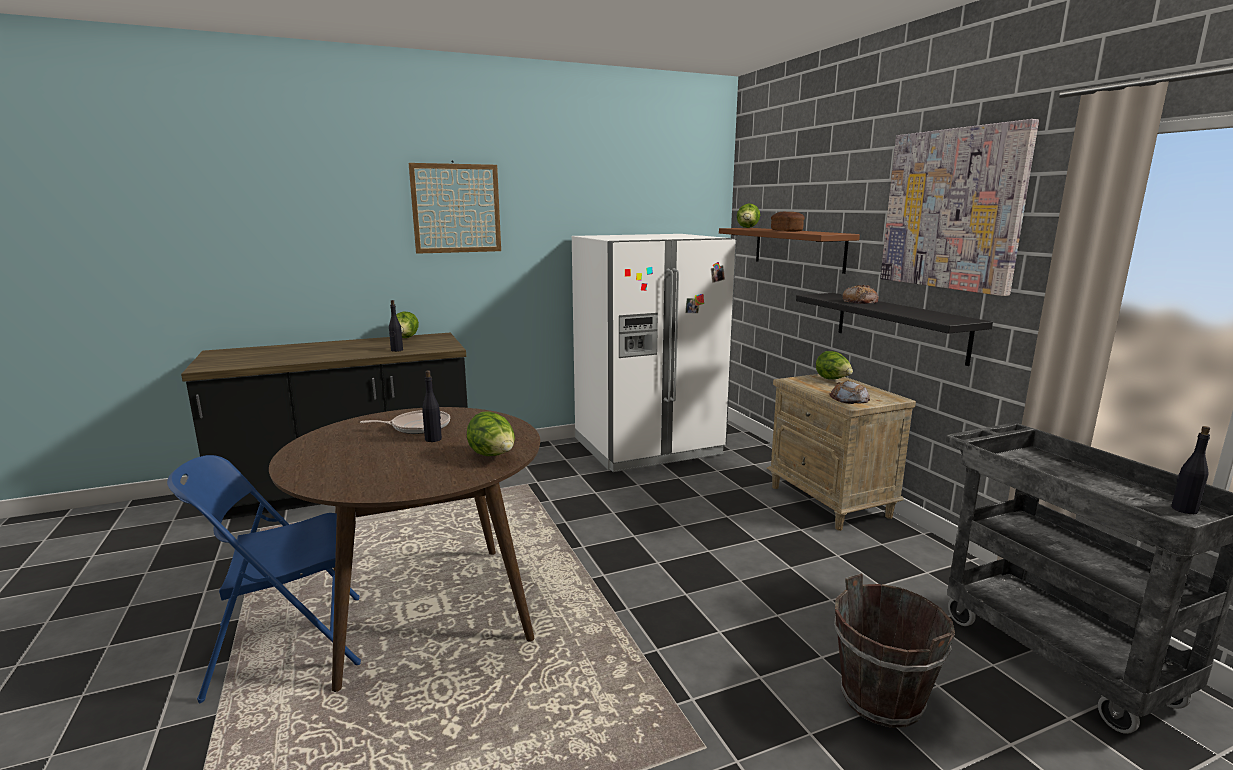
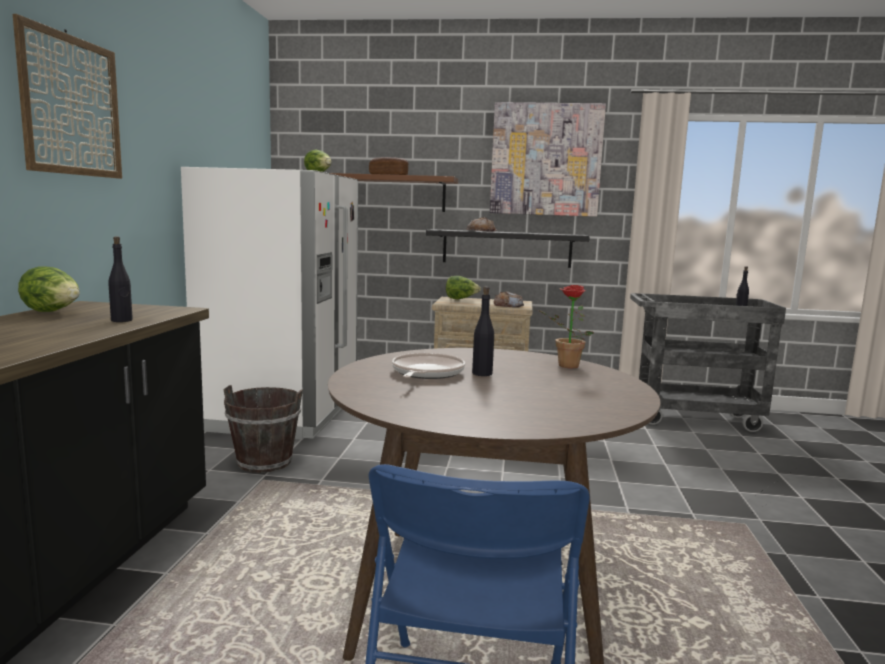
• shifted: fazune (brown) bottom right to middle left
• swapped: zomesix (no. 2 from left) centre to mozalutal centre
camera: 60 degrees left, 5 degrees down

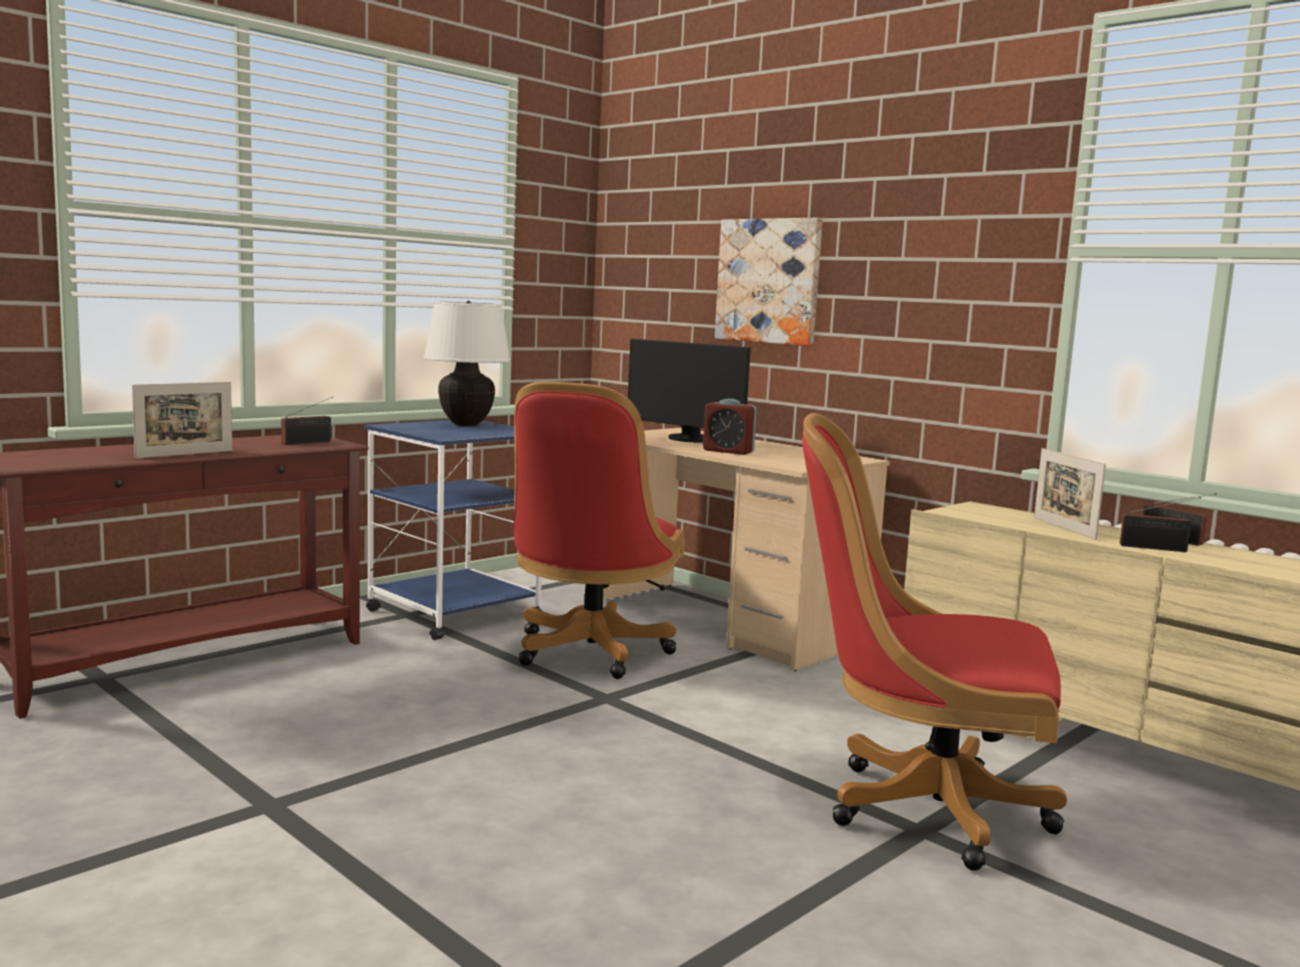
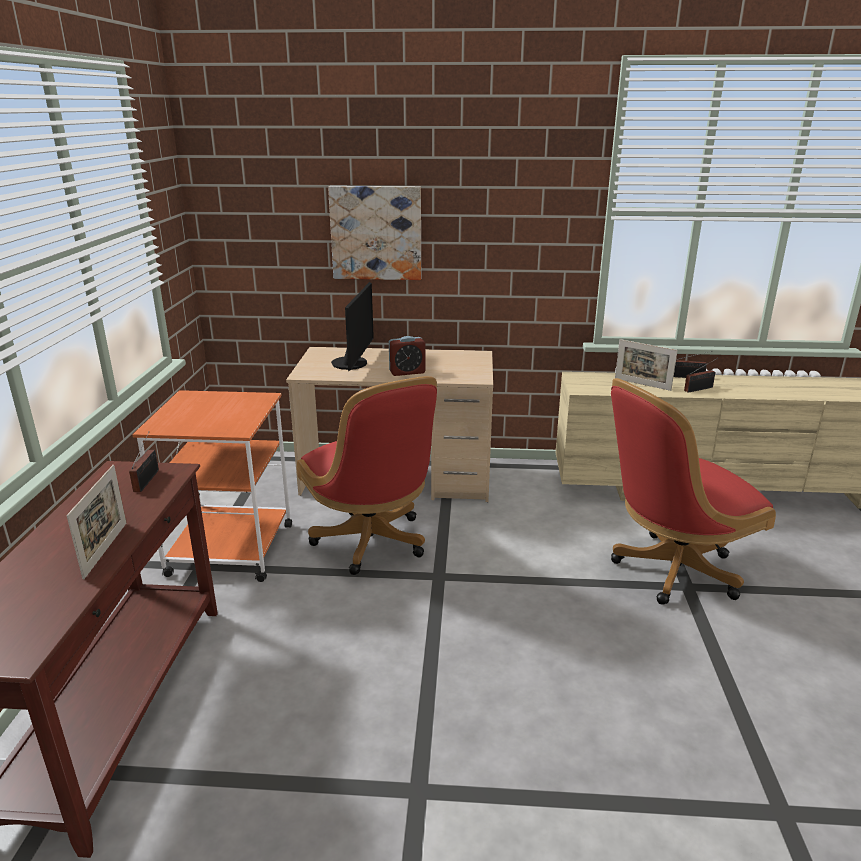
• repainted: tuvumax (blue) centre to tuvumax (orange) middle left
• rotated: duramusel centre = centre 75 degrees counterclockwise
• gone: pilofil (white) centre
camera: 40 degrees left, 15 degrees up

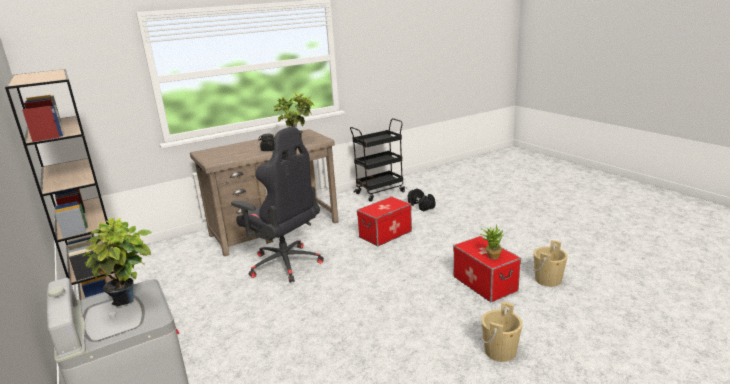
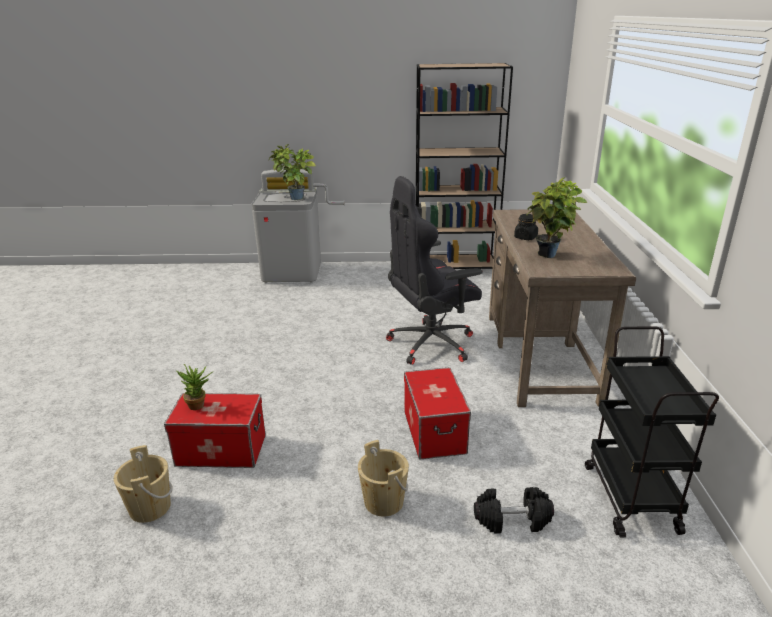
• shifted: fazune (beige) (no. 1 from left in the first image) bottom right to fazune (beige) (no. 2 from left) bottom centre
camera: 120 degrees right, 5 degrees up

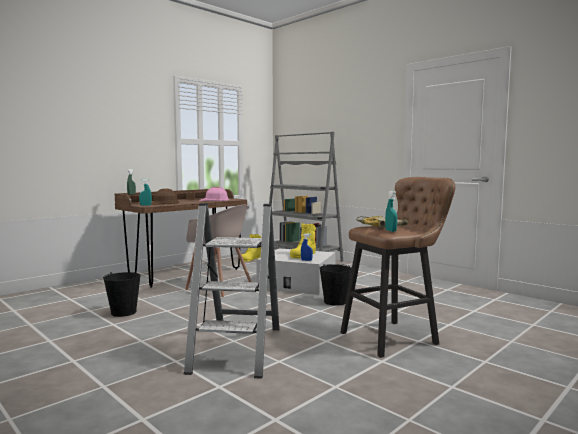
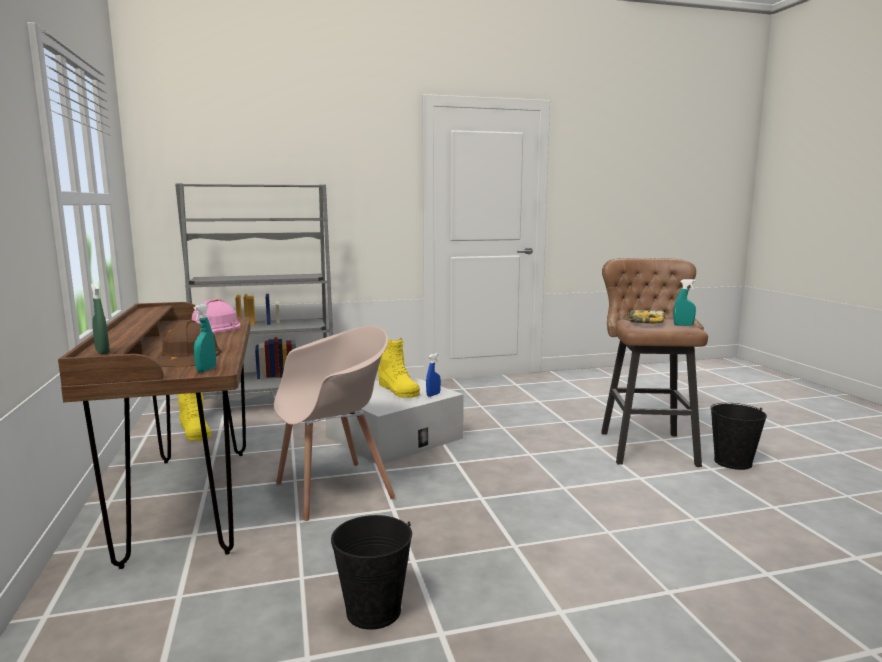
• shifted: fazune (black) (no. 2 from left) centre to middle right
• gone: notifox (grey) bottom centre
camera: 60 degrees left, 5 degrees up

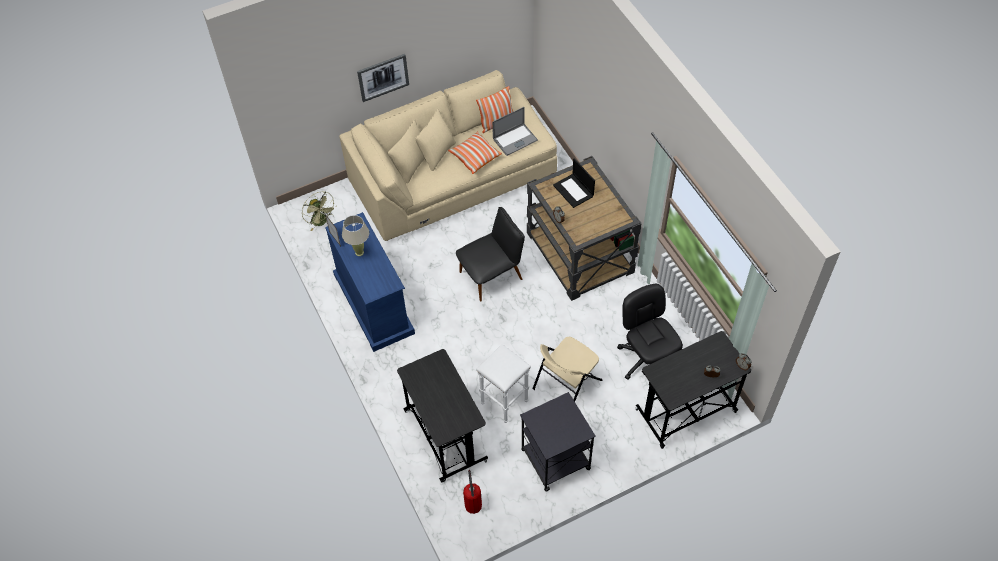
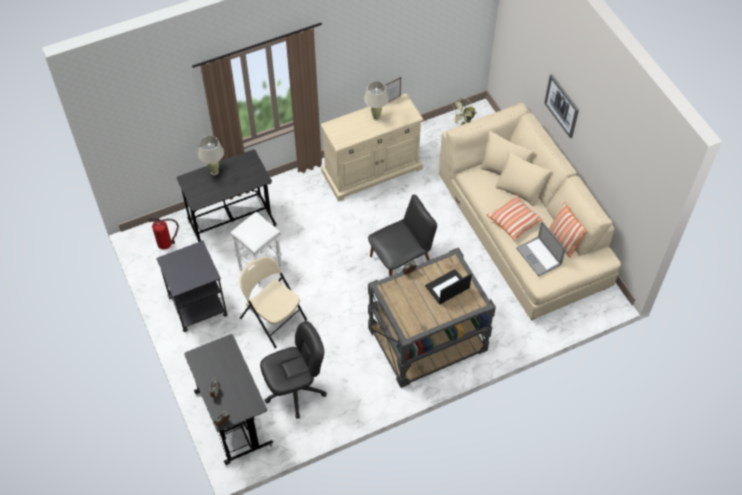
• new: pilofil (beige) (no. 1 from left) top left
• repainted: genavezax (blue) centre to genavezax (beige) top centre
• rotated: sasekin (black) centre = centre 90 degrees counterclockwise
camera: 90 degrees right, 0 degrees up

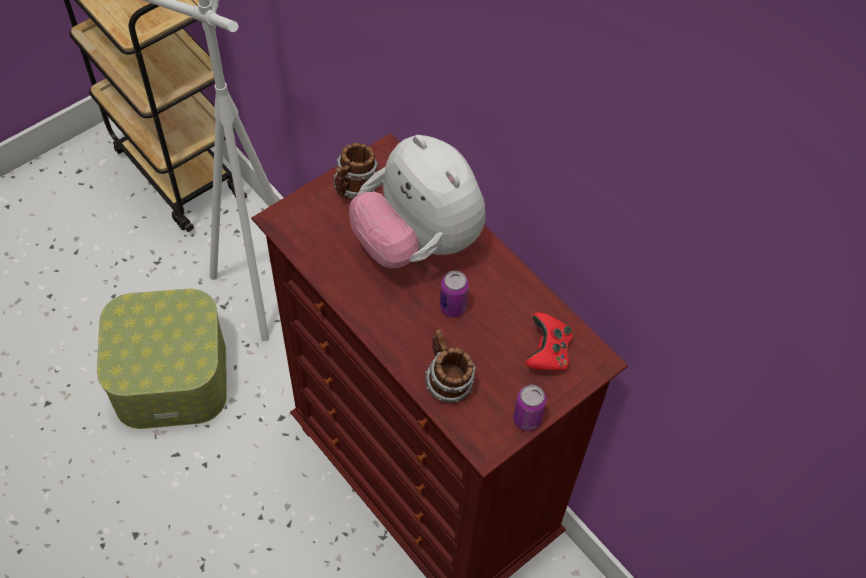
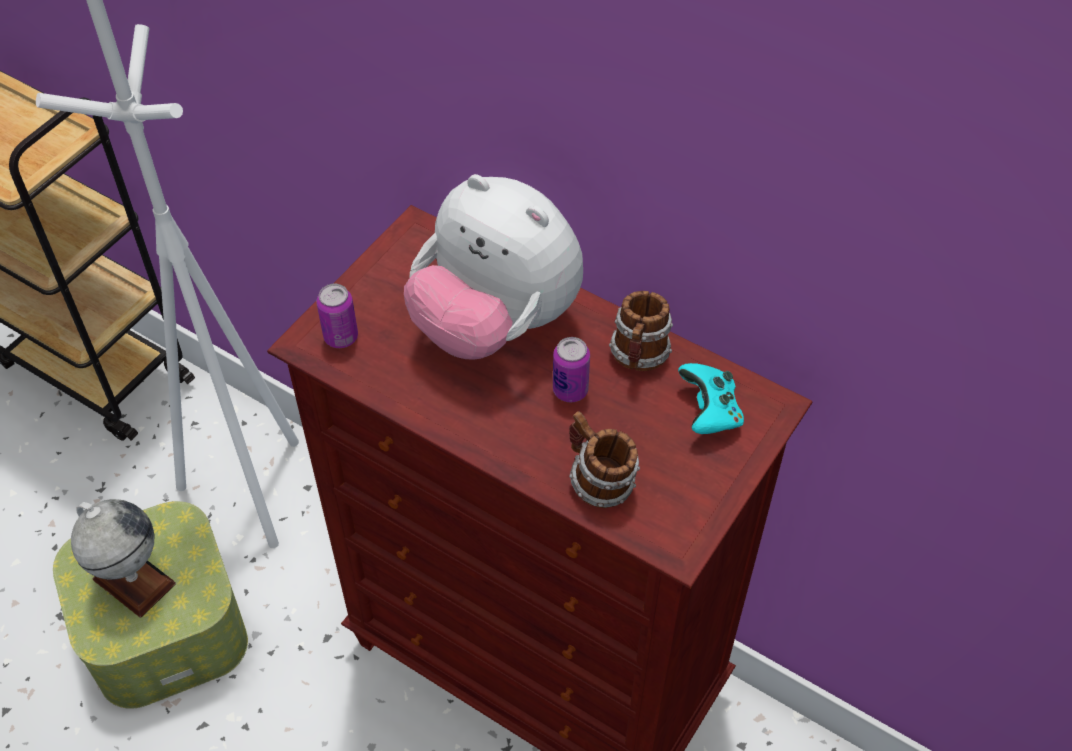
• new: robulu bottom left
• shifted: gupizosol (no. 2 from left in the first image) bottom centre to gupizosol (no. 1 from left) middle left
• shifted: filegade (no. 1 from left in the first image) top centre to filegade (no. 2 from left) centre
• repainted: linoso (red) centre to linoso (turquoise) centre
camera: 15 degrees left, 5 degrees down

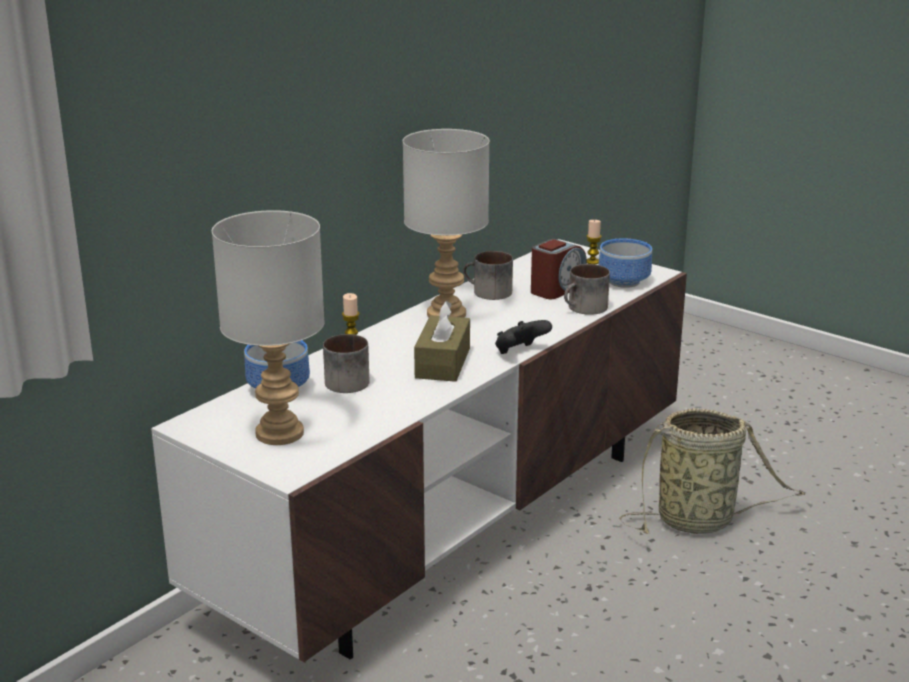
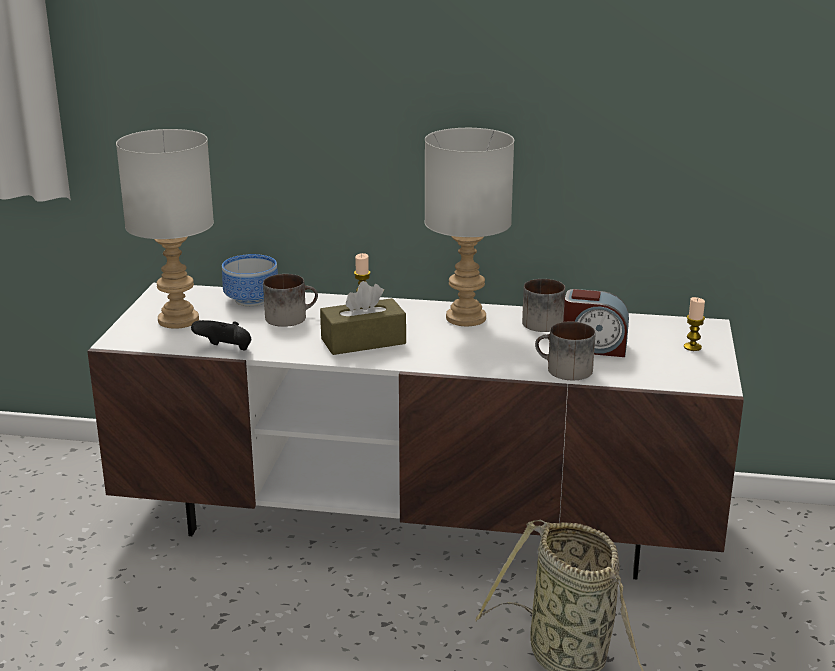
• shifted: linoso (black) centre to middle left
• gone: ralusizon (no. 2 from left) middle right
camera: 60 degrees right, 0 degrees up

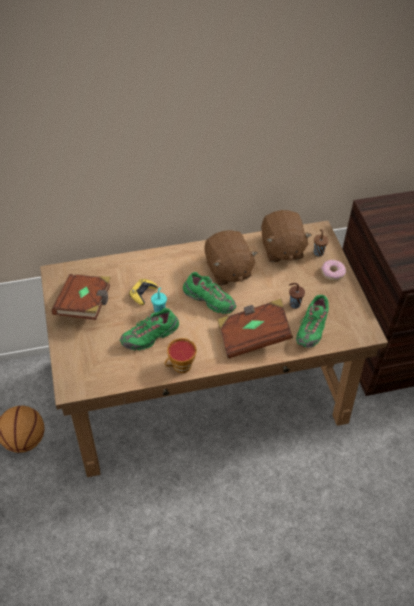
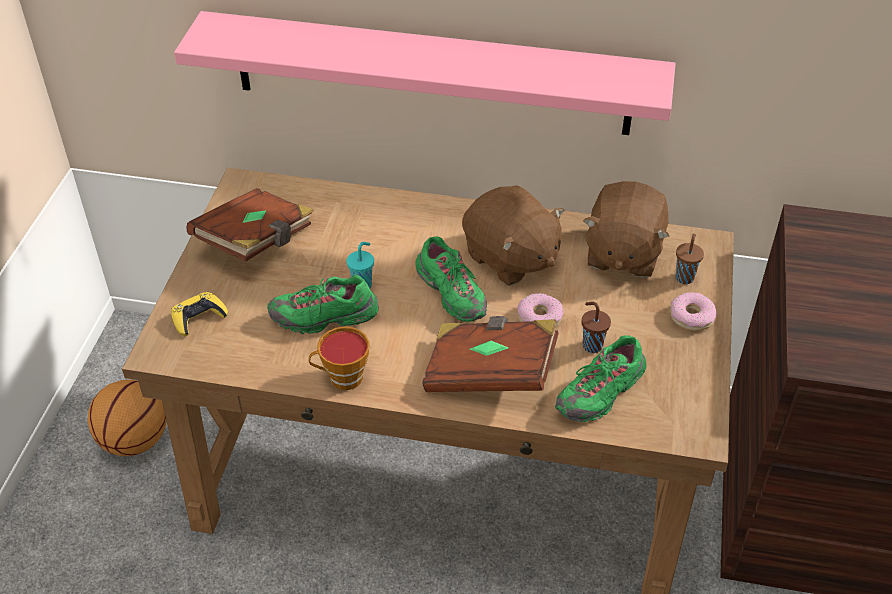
• shifted: linoso (yellow) centre to middle left
• new: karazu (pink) top centre
• rotated: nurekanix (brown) (no. 1 from left) centre = centre 45 degrees counterclockwise
• new: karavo (no. 1 from left) centre
camera: 25 degrees right, 5 degrees down

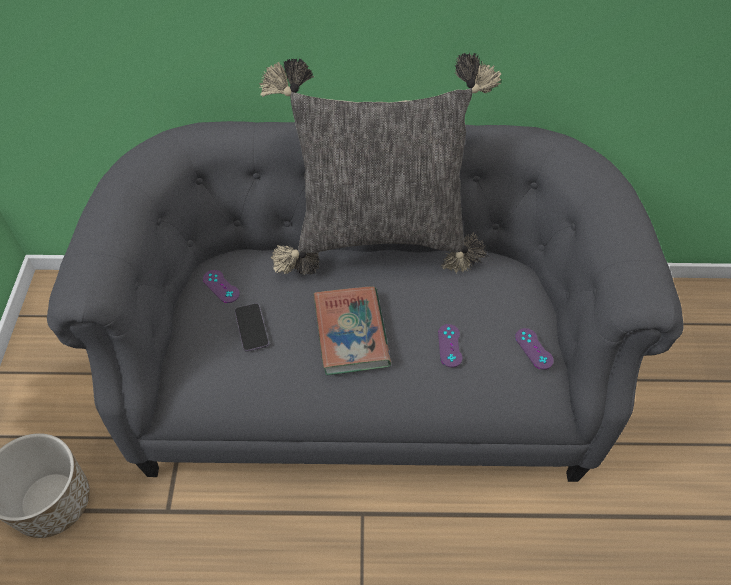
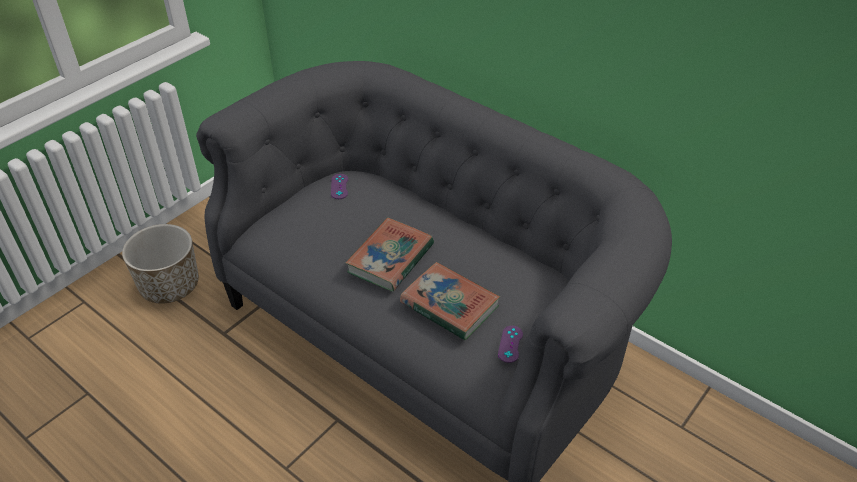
• swapped: linoso (purple) (no. 2 from left) centre to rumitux (no. 2 from left) centre
• gone: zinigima centre
• gone: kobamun top centre
camera: 40 degrees right, 10 degrees down

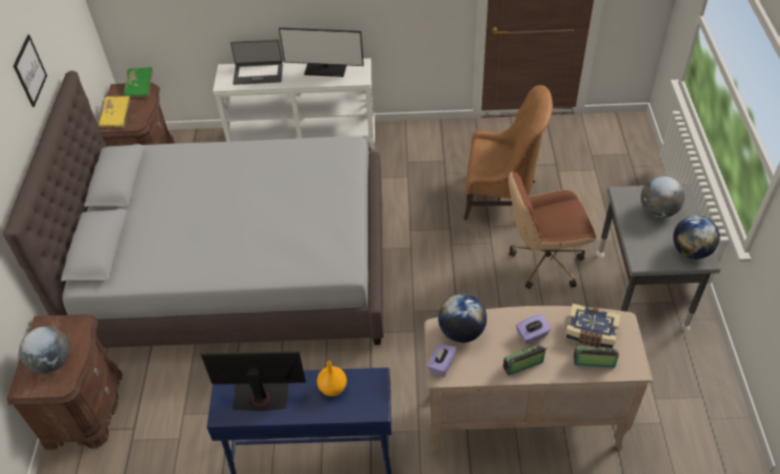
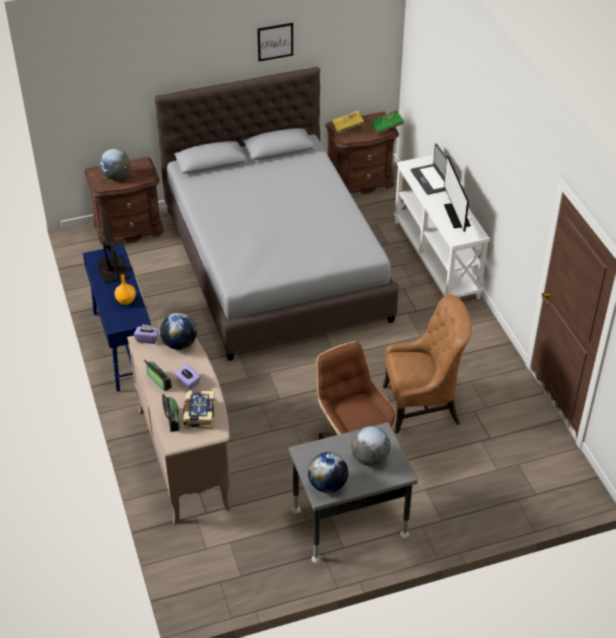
• rotated: sasekin (brown) top centre = middle right 90 degrees counterclockwise
camera: 70 degrees right, 5 degrees down

